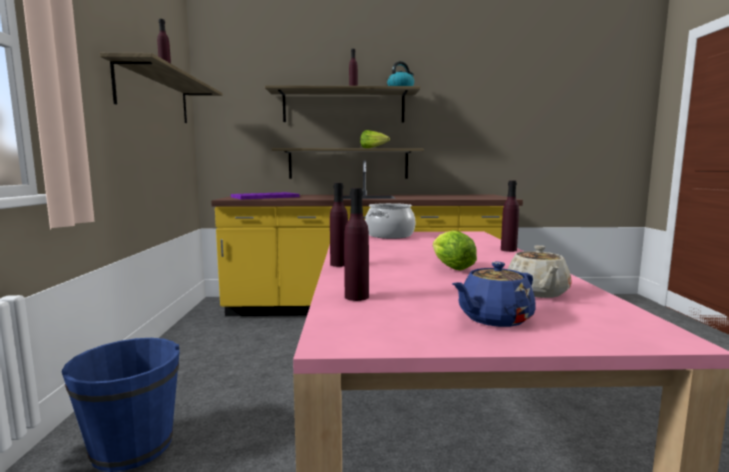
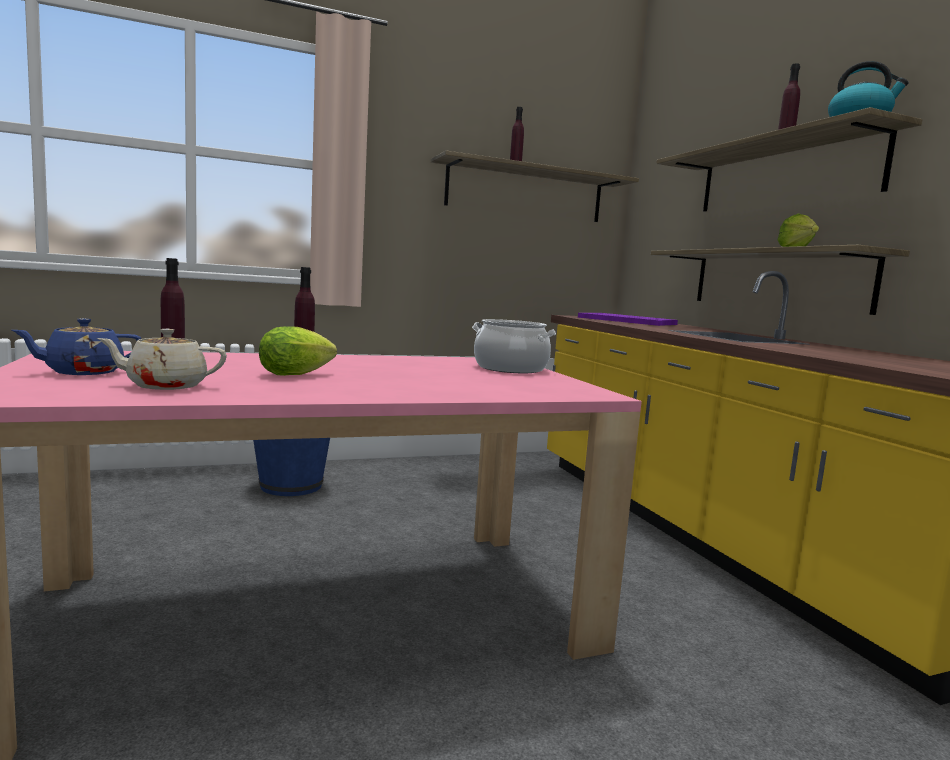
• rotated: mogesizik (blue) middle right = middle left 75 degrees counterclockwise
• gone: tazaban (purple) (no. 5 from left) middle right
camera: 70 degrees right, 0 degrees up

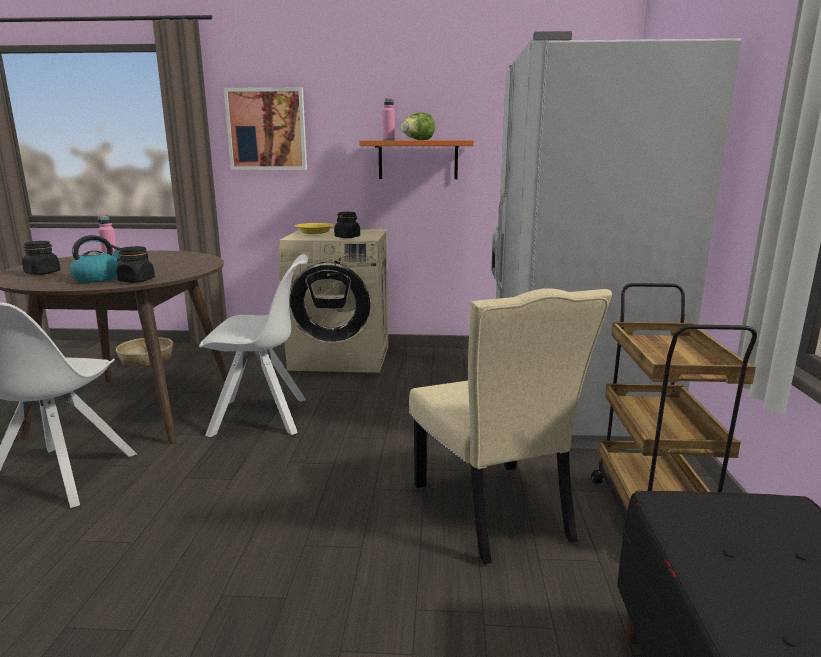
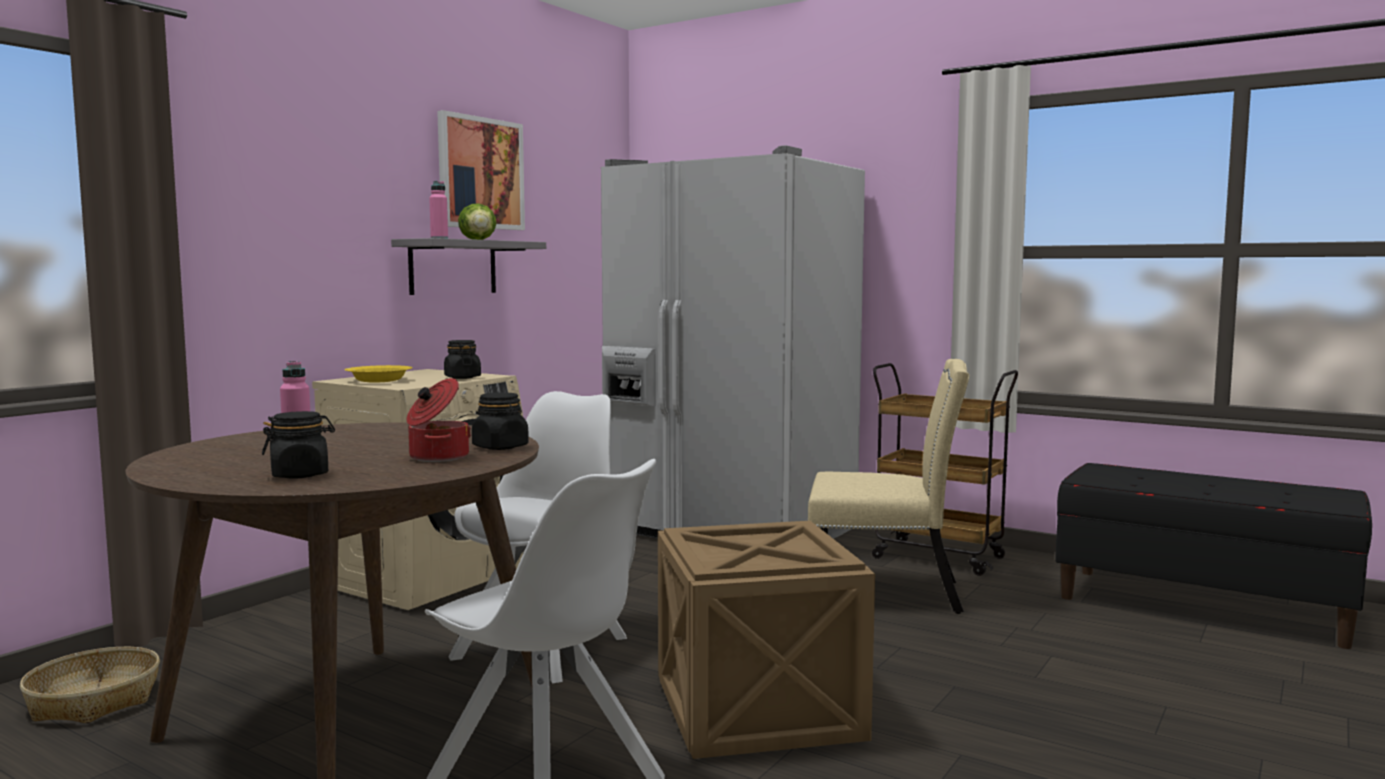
• repainted: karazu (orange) top centre to karazu (grey) centre
• swapped: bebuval middle left to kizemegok middle left
• shifted: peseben top left to top centre
• new: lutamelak bottom centre
camera: 60 degrees left, 10 degrees down

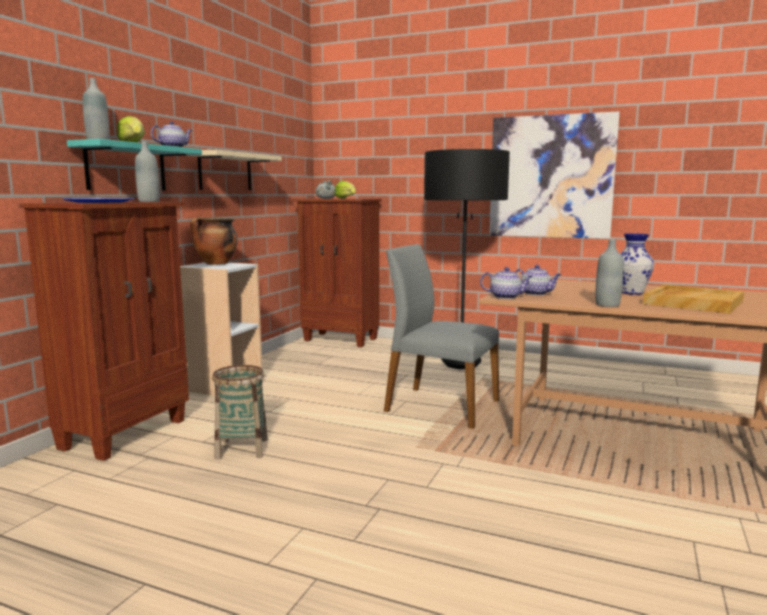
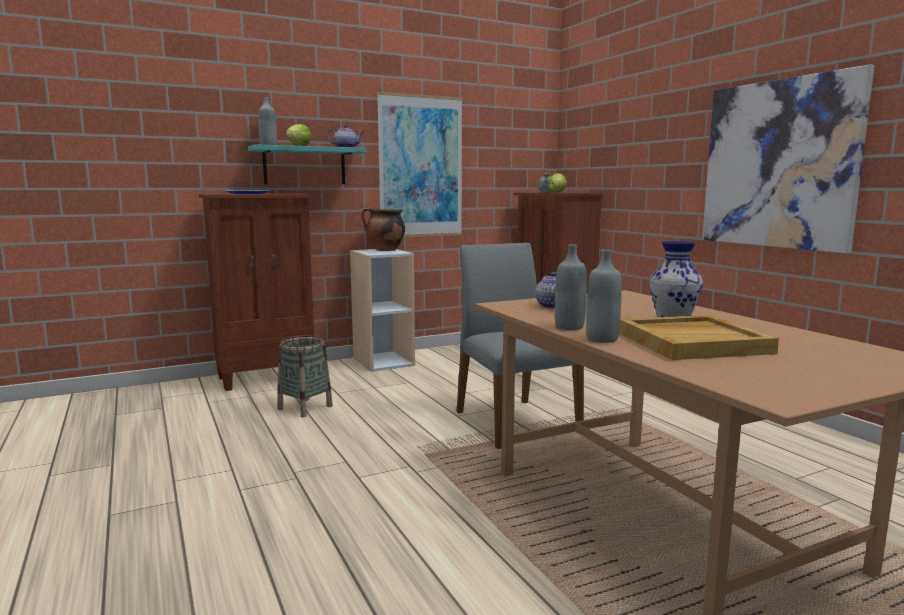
• swapped: karazu (beige) top left to peseben (no. 1 from left) top centre
• shifted: tazaban (grey) (no. 2 from left in the first image) top left to tazaban (grey) (no. 3 from left) middle right
• gone: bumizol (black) centre
• gone: mogesizik (no. 2 from left) centre
camera: 40 degrees right, 0 degrees up

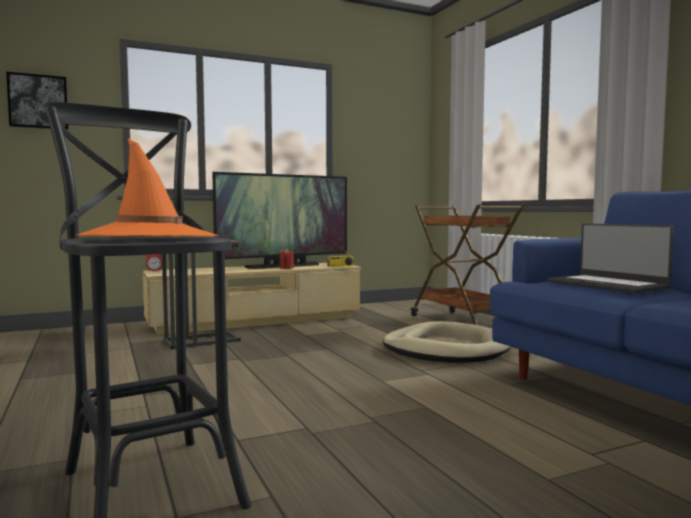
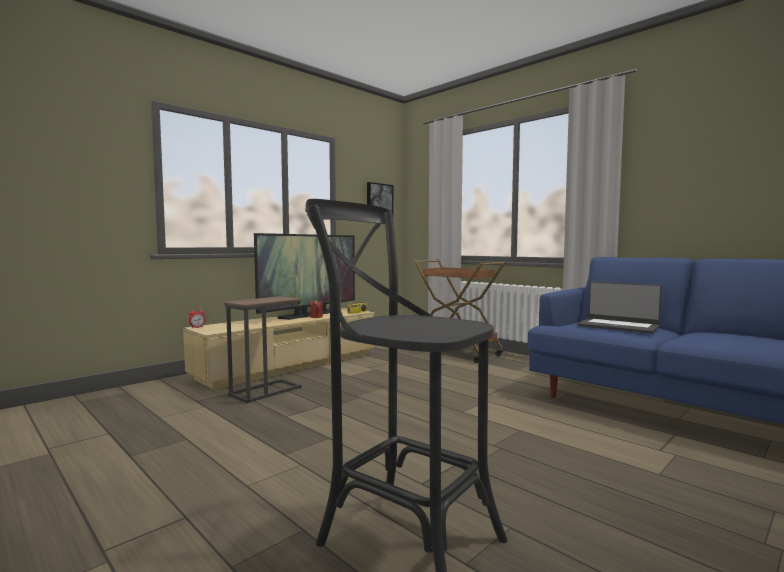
• shifted: peseben top left to centre
• gone: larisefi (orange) middle left
• gone: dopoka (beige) centre
camera: 20 degrees left, 0 degrees up

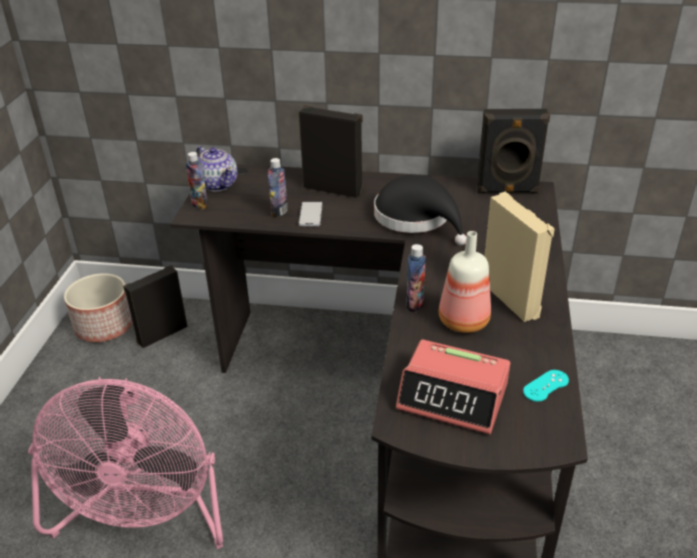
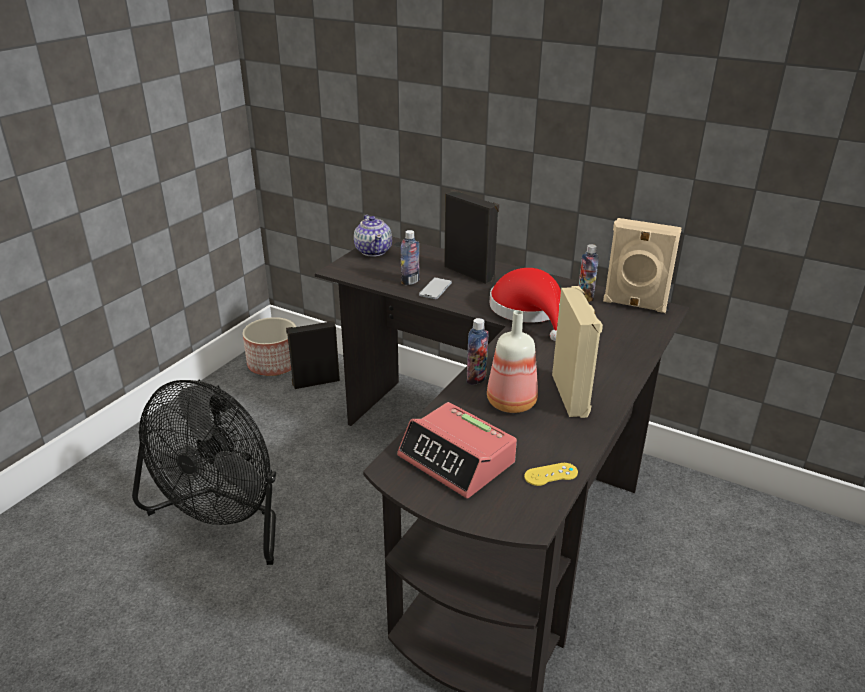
• repainted: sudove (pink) bottom left to sudove (black) bottom left
• repainted: larisefi (black) centre to larisefi (red) centre
• repainted: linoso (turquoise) bottom right to linoso (yellow) bottom centre
• shifted: tazaban (no. 1 from left in the first image) top left to tazaban (no. 4 from left) middle right
• repainted: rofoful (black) (no. 3 from left) top right to rofoful (beige) (no. 2 from left) middle right
camera: 20 degrees right, 5 degrees down

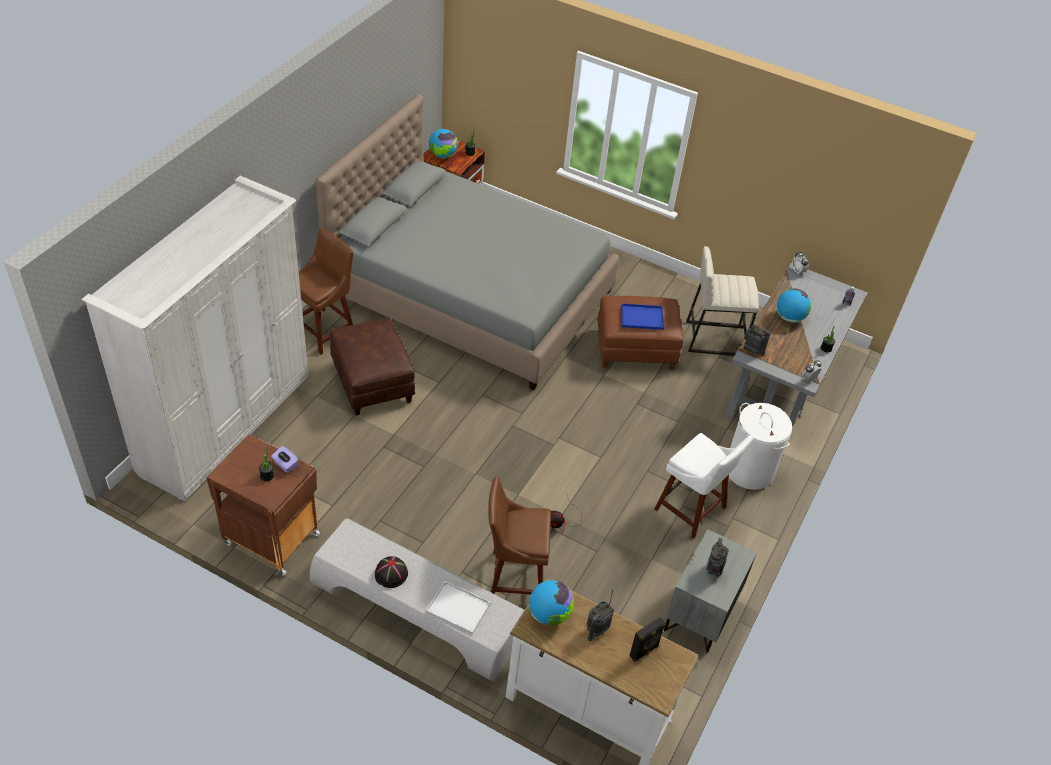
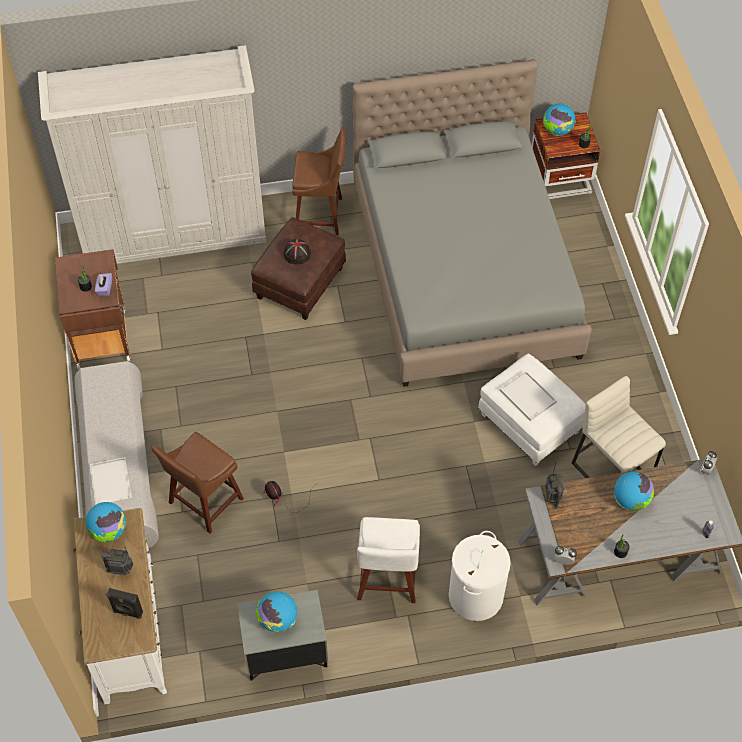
• rotated: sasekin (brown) (no. 2 from left in the first image) bottom centre = middle left 105 degrees counterclockwise
• swapped: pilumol (no. 2 from left) bottom right to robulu (no. 2 from left) bottom centre
• shifted: larisefi (black) bottom centre to centre
• repainted: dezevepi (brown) (no. 2 from left) centre to dezevepi (white) middle right
• repainted: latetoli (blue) centre to latetoli (white) (no. 2 from left) middle right
camera: 55 degrees right, 10 degrees up

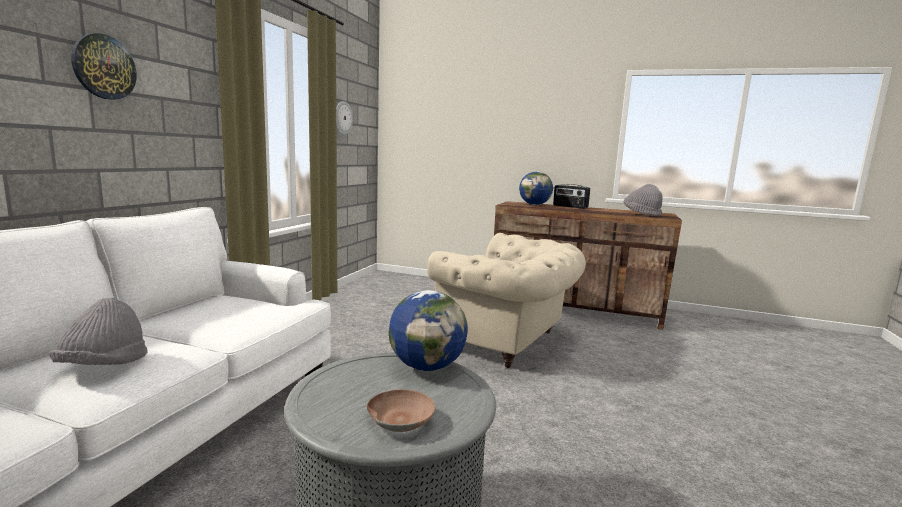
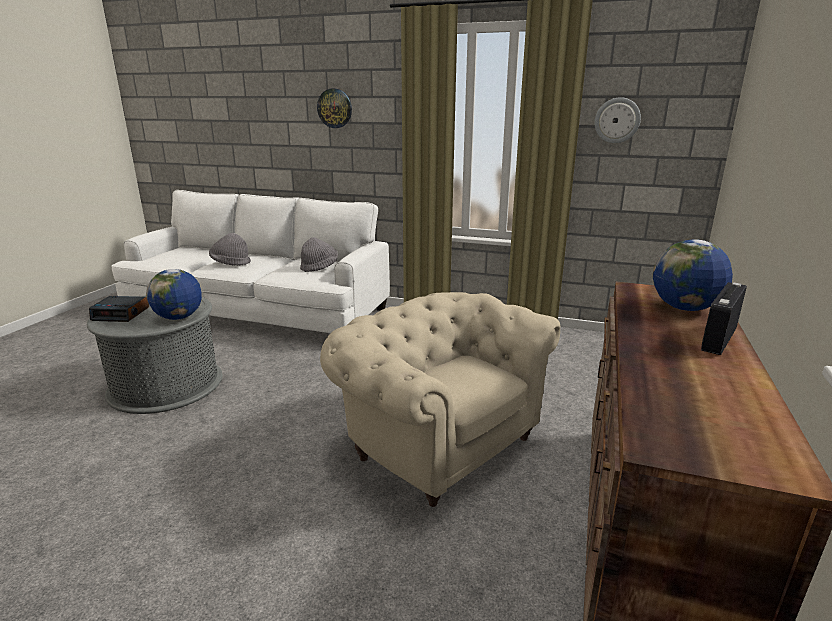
• swapped: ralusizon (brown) bottom centre to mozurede middle left
• shifted: larisefi (grey) (no. 2 from left) middle right to centre
• rotated: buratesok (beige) centre = centre 105 degrees clockwise
camera: 90 degrees right, 10 degrees up

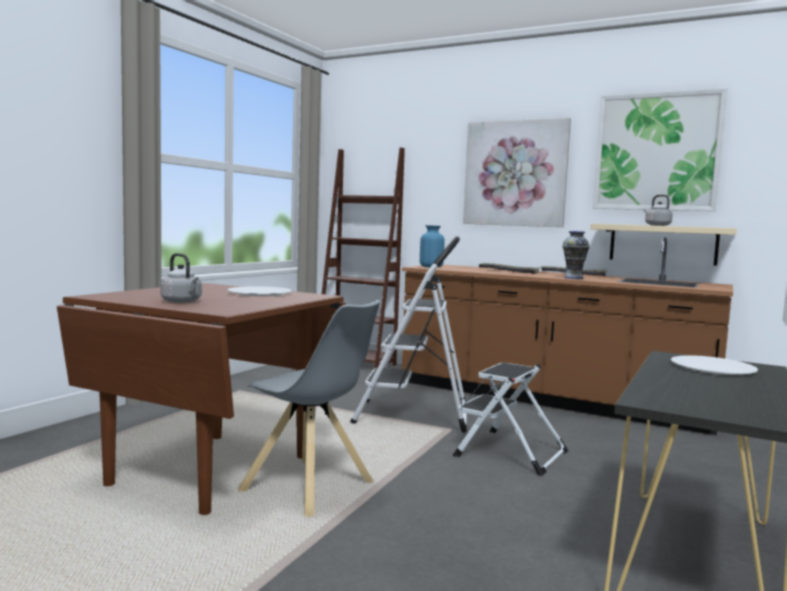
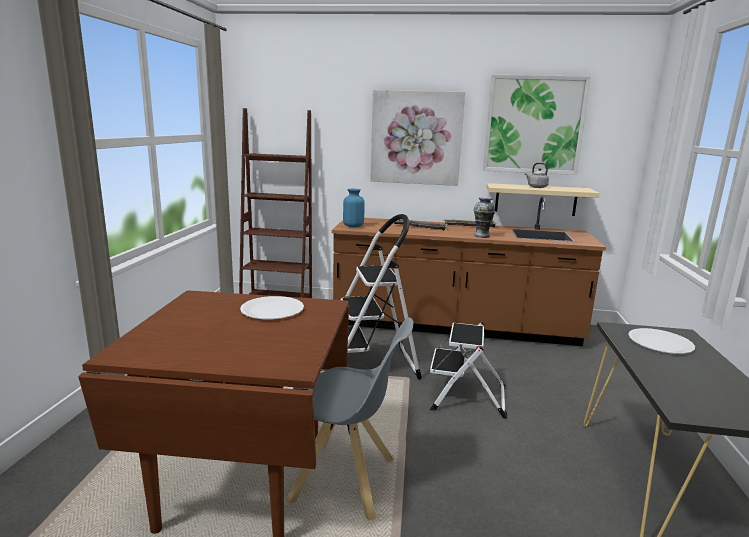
• gone: bebuval (grey) (no. 1 from left) middle left
camera: 20 degrees left, 10 degrees up

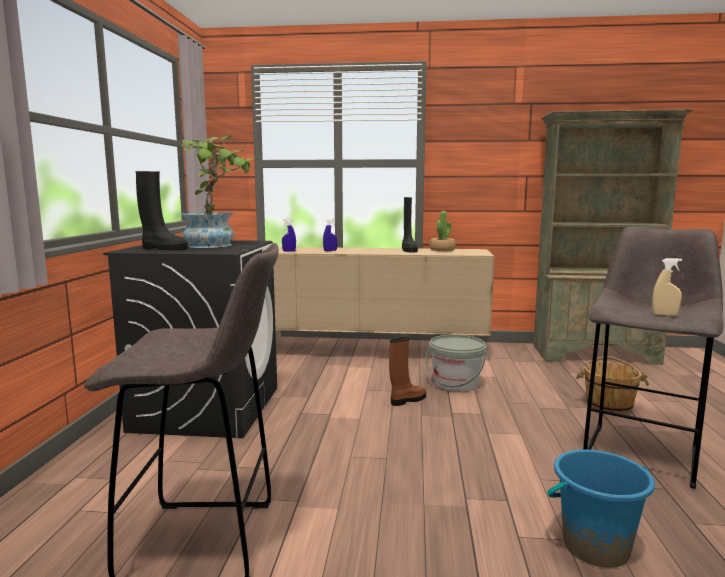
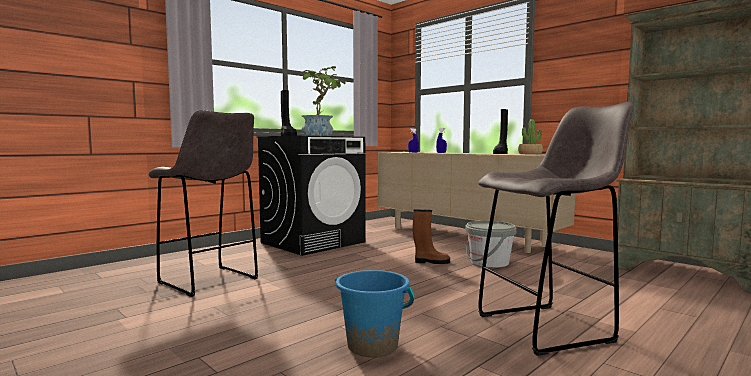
• gone: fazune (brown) bottom right
• gone: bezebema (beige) middle right
camera: 40 degrees right, 5 degrees down

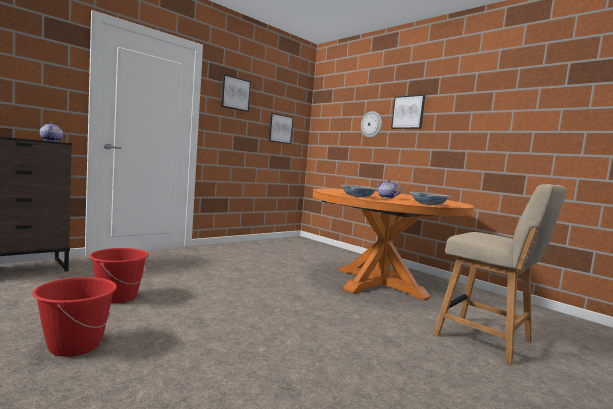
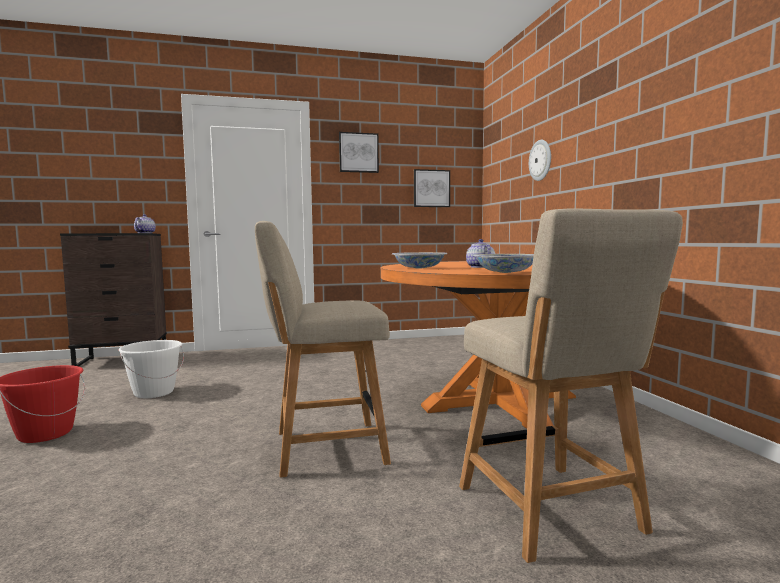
• repainted: fazune (red) (no. 2 from left) bottom left to fazune (white) middle left
• new: sasekin (beige) (no. 1 from left) centre
• gone: peseben (no. 3 from left) top centre
camera: 30 degrees right, 0 degrees up

